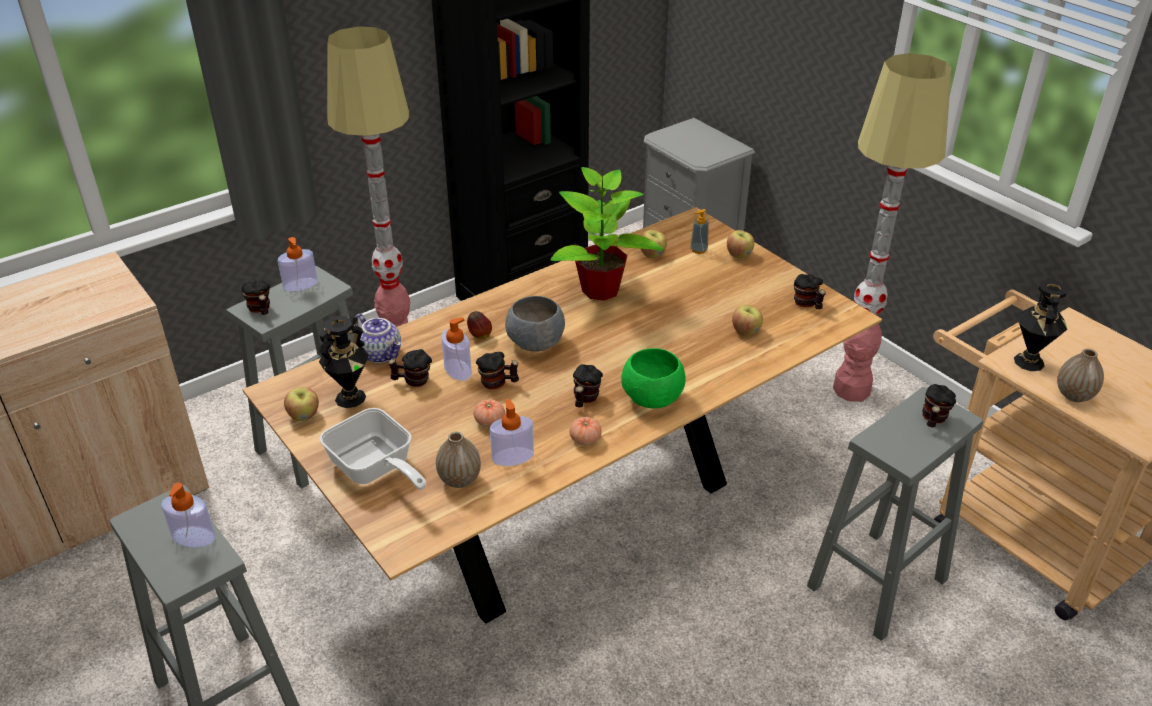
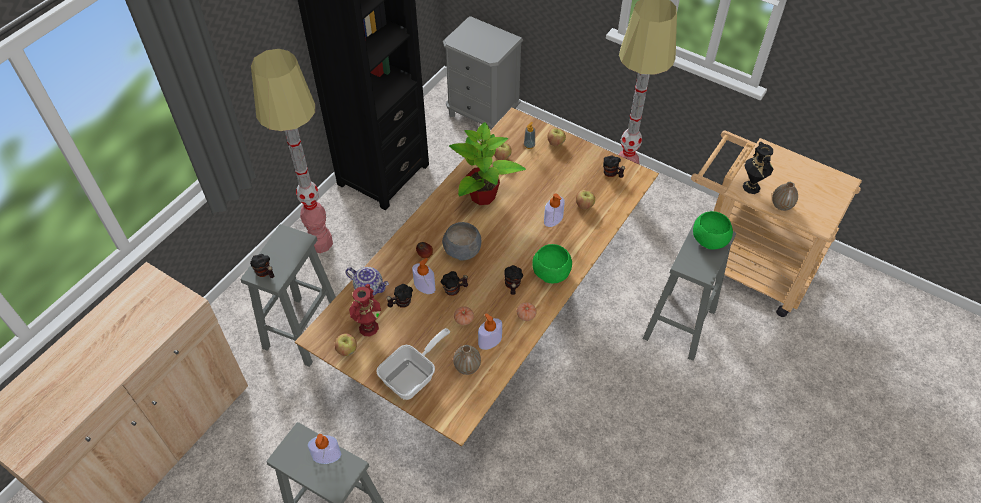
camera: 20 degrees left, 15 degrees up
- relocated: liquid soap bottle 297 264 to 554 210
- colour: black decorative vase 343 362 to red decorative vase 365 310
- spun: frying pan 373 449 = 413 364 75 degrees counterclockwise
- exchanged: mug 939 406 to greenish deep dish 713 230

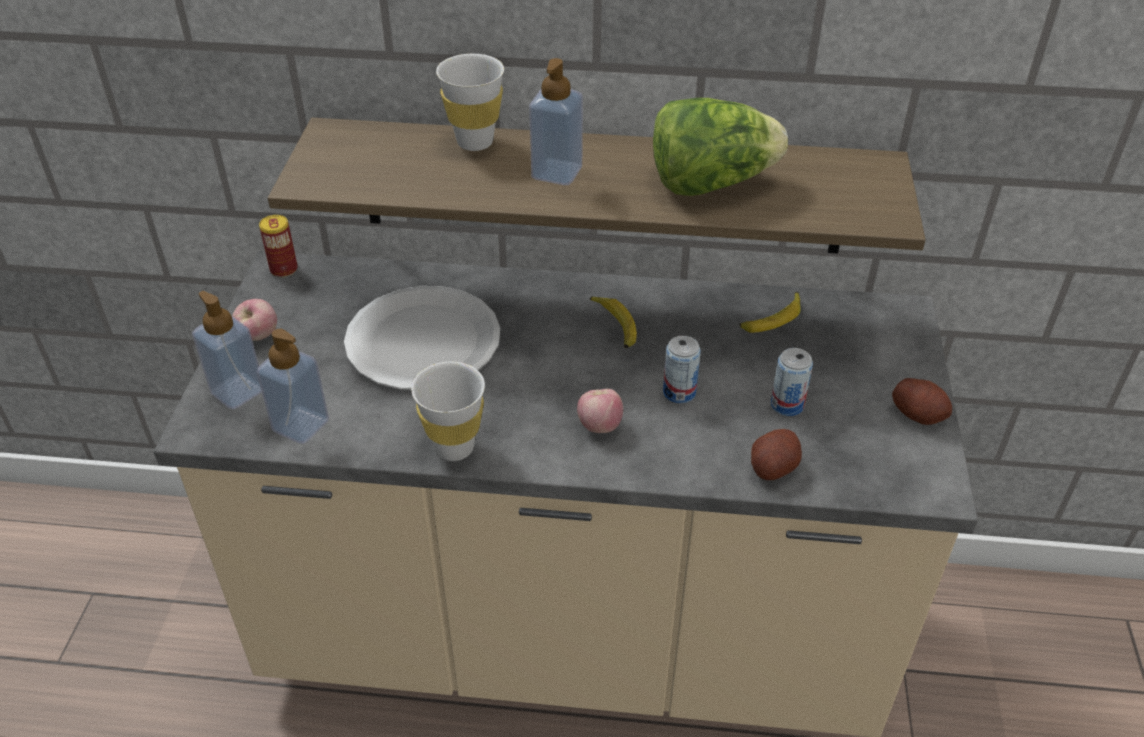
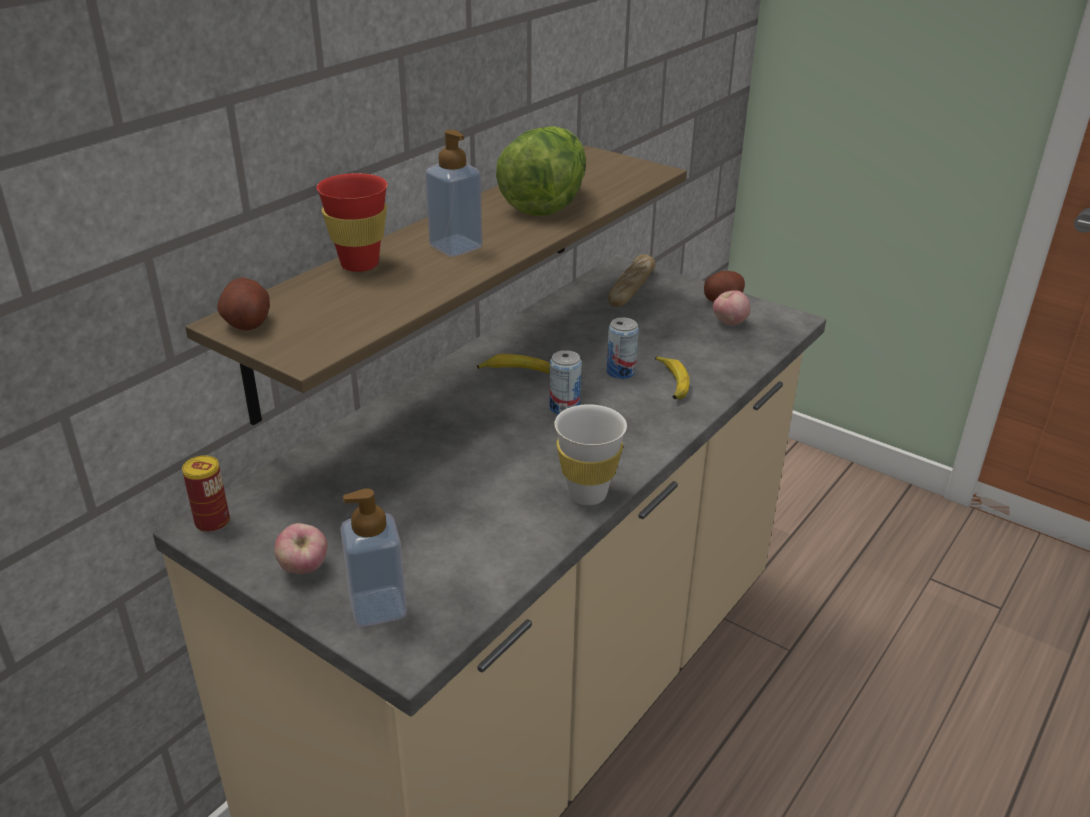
camera: 60 degrees left, 10 degrees down
- missing: liquid soap bottle 292 386
- missing: white-coloured plate 422 338
- colour: white-coloured small cup 470 102 to red small cup 352 222
- relocated: whole apple 600 411 to 731 308
- relocated: banana fruit 770 312 to 672 377
- relocated: whole potato 776 454 to 243 303
- relocated: can 792 382 to 565 382
- appeared: bread 631 280

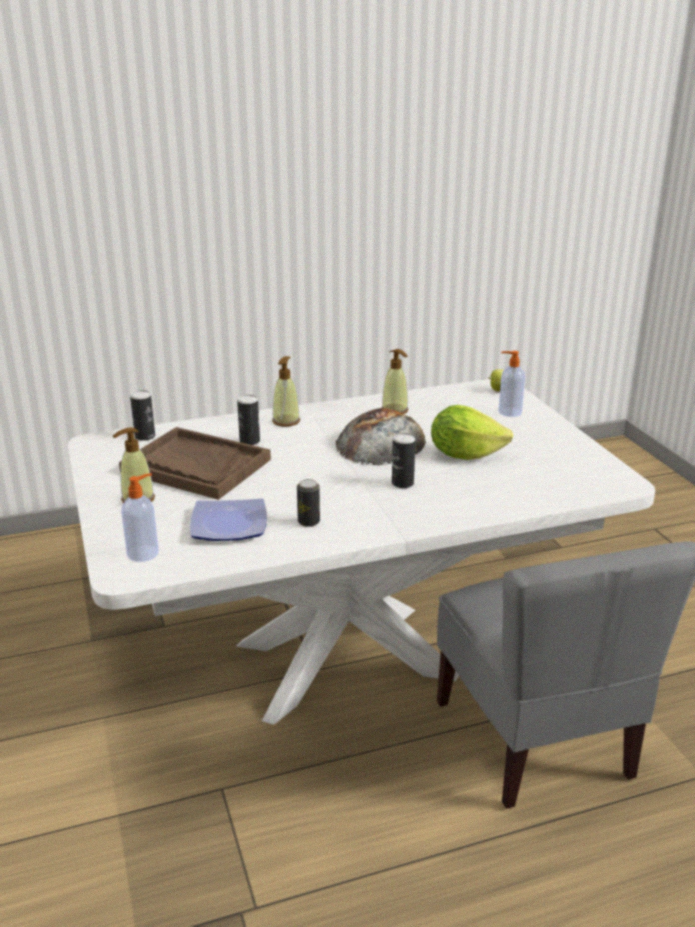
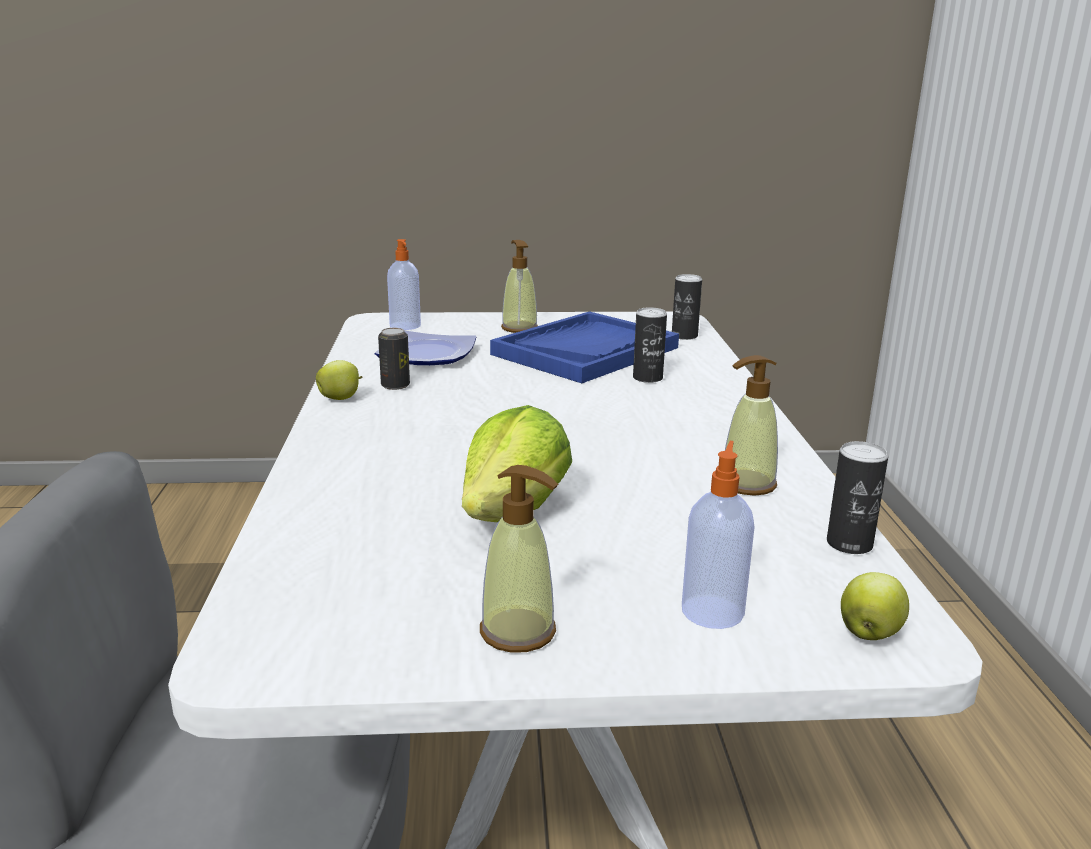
camera: 105 degrees right, 5 degrees down
- colour: brownish carrying tray 195 463 to blue carrying tray 584 347
- relocated: liquid soap bottle 286 391 to 519 559
- missing: bread 380 436
- relocated: can 404 460 to 857 497
- appeared: whole apple 339 380

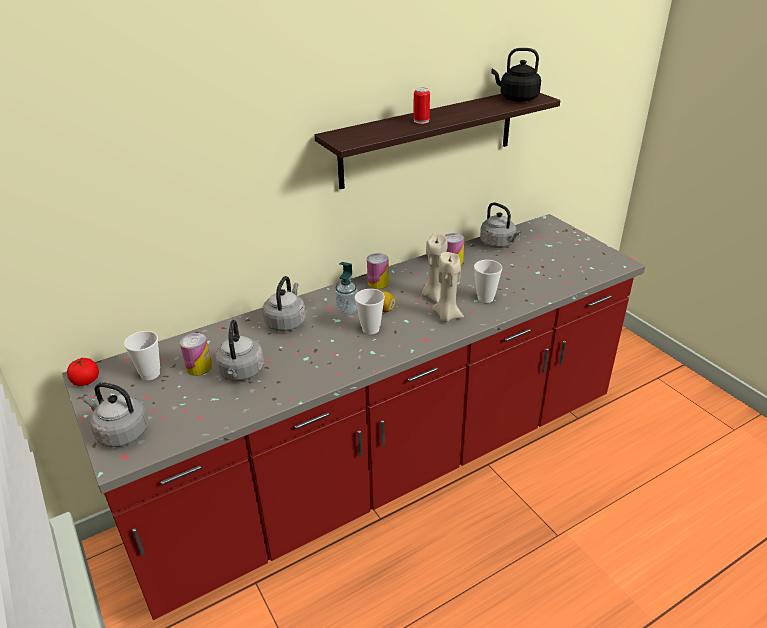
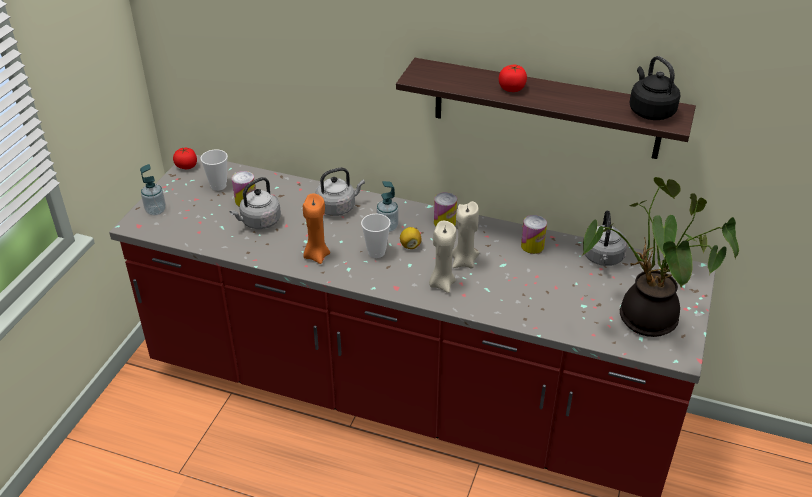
camera: 50 degrees right, 5 degrees up
- exchanged: gray kettle 115 414 to liquid soap bottle 153 190
- exchanged: can 421 105 to tomato 513 78
- missing: small cup 488 281
- appeared: orangey candle 316 229
- appeared: potted plant 660 257

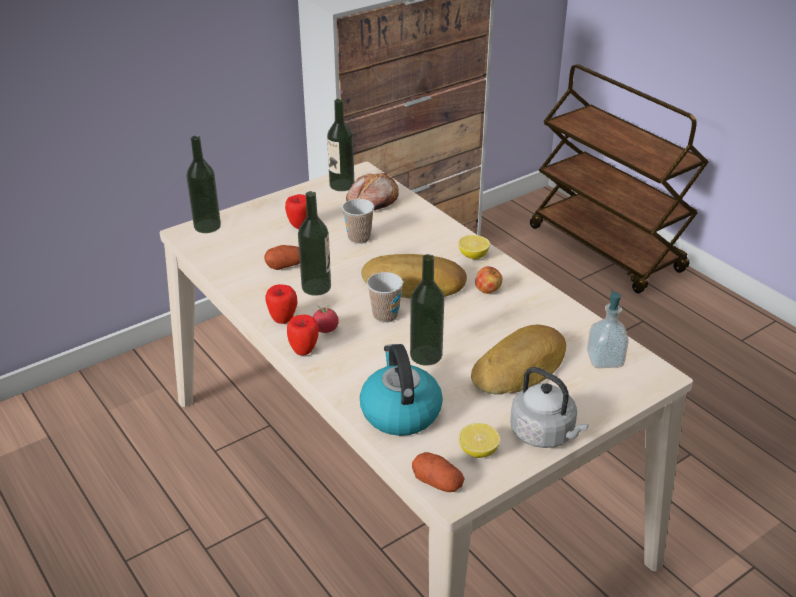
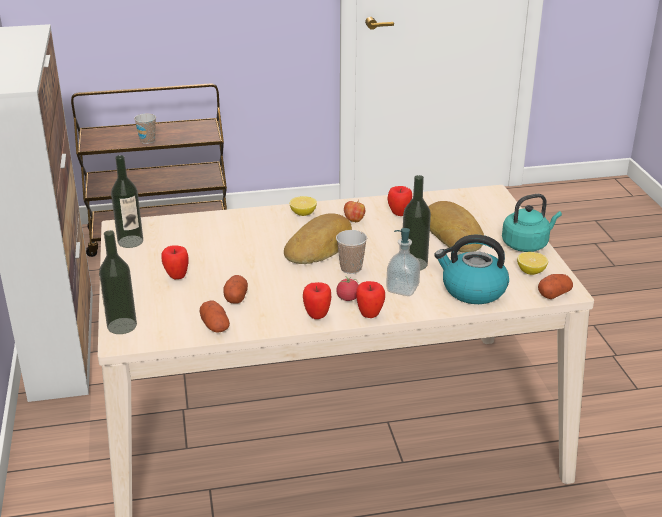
camera: 65 degrees left, 5 degrees down
- missing: drink bottle 314 243
- relocated: small cup 358 221 to 145 129
- missing: bread 372 191
- colour: gray kettle 549 407 to blue-green kettle 532 223
- relocated: liquid soap bottle 608 329 to 403 262
- appeared: whole potato 215 317
- appeared: whole apple 400 201

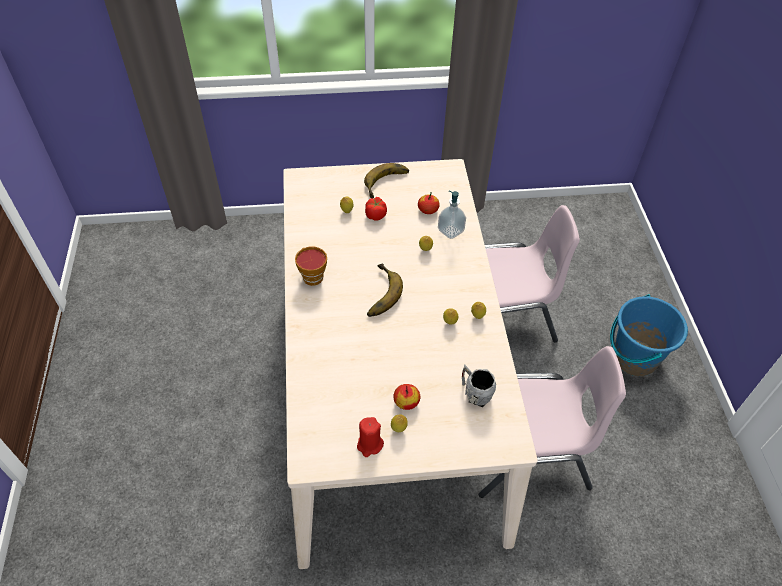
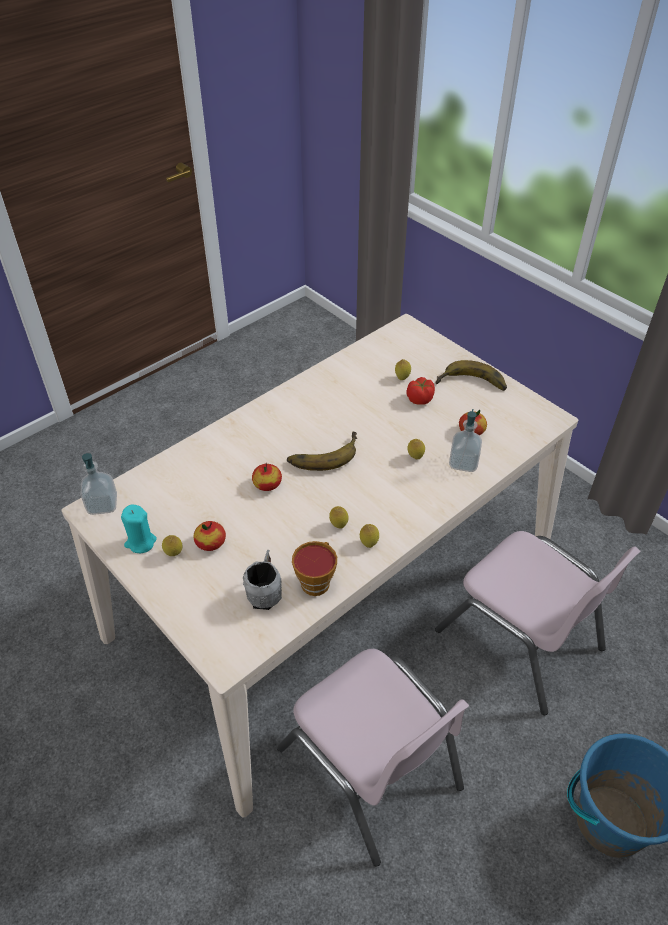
camera: 55 degrees right, 5 degrees down
- relocated: small cup 311 266 to 314 568
- colour: red candle 370 437 to blue-green candle 139 528
- appeared: liquid soap bottle 98 484
- appeared: whole apple 267 477

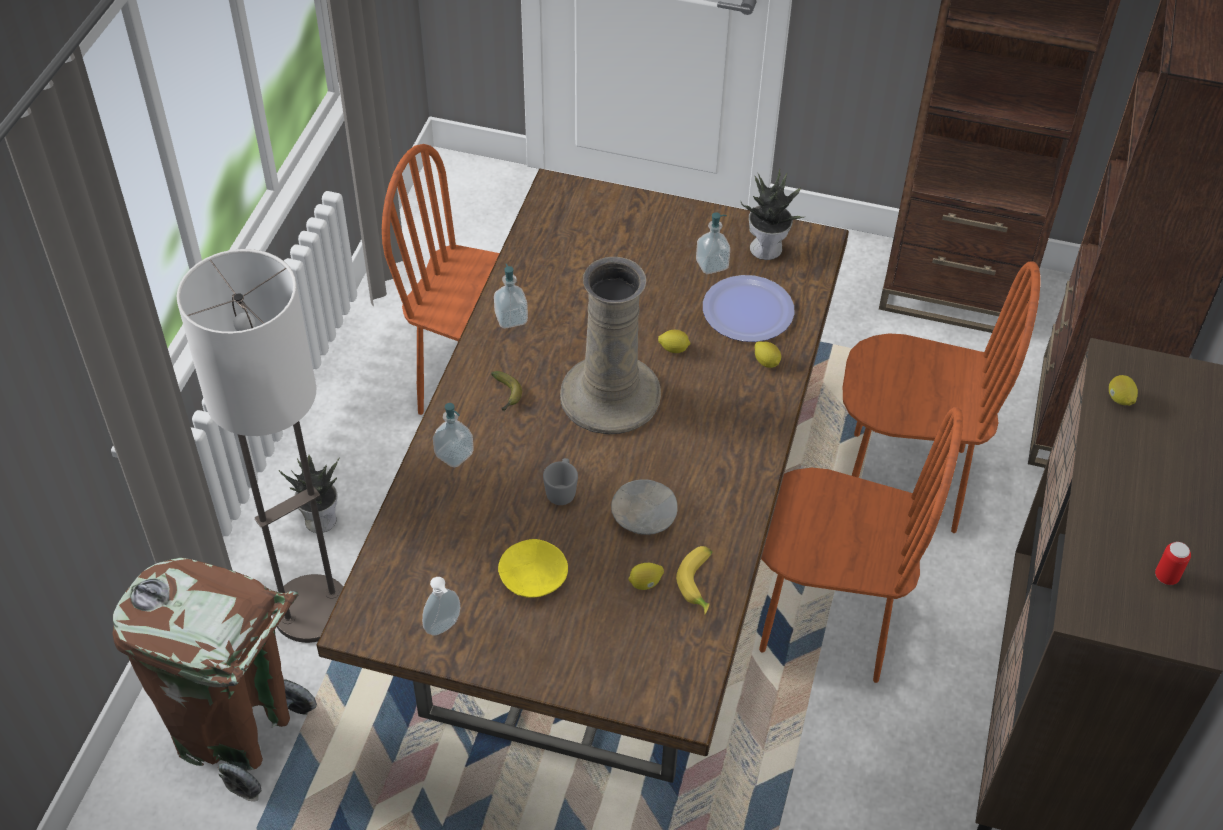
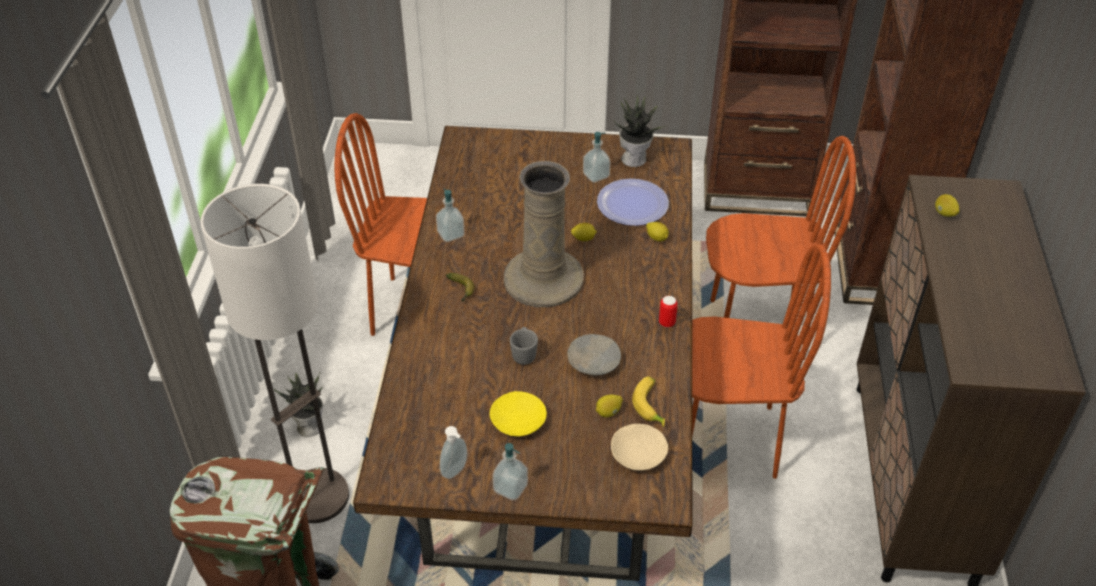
camera: 10 degrees left, 5 degrees down
- relocated: liquid soap bottle 453 435 to 510 471
- relocated: can 1173 563 to 668 311
- appeared: beige deep dish 639 447

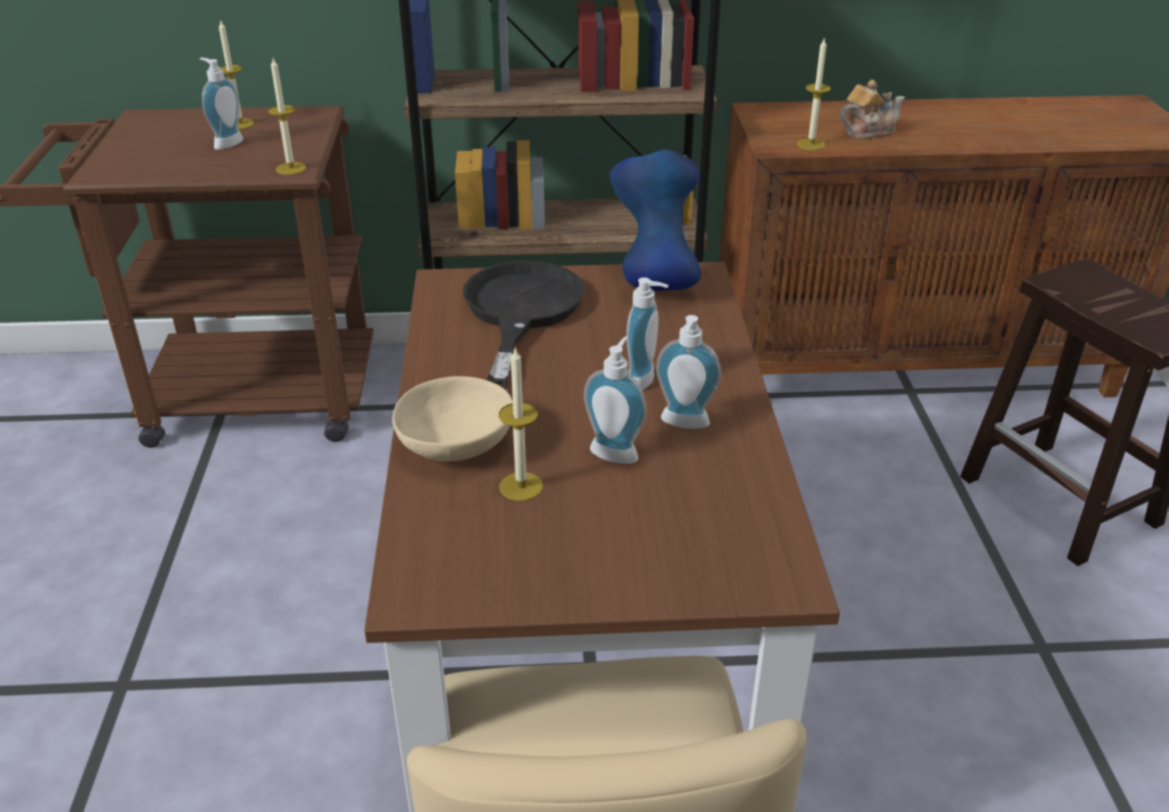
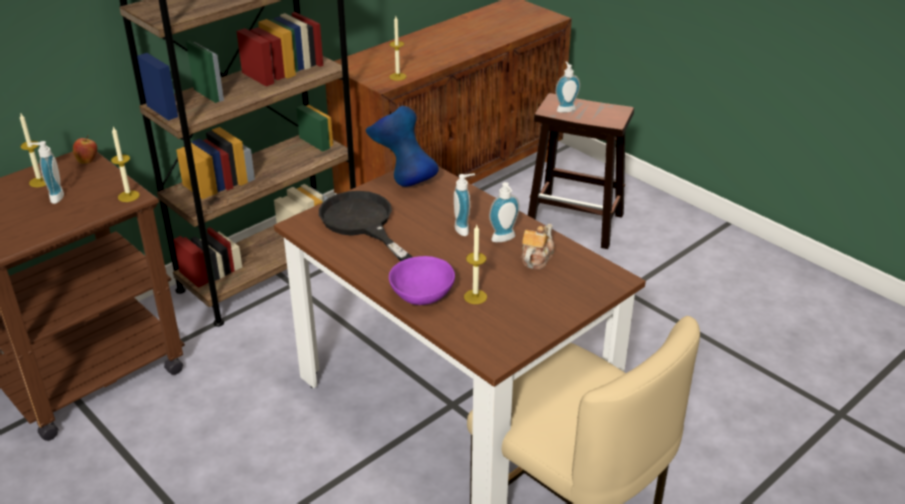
camera: 40 degrees left, 0 degrees up
- colour: beige deep dish 452 419 to purple-coloured deep dish 422 280
- relocated: liquid soap bottle 615 400 to 567 87
- relocated: tea pot 872 109 to 537 247
- appeared: whole apple 85 149

